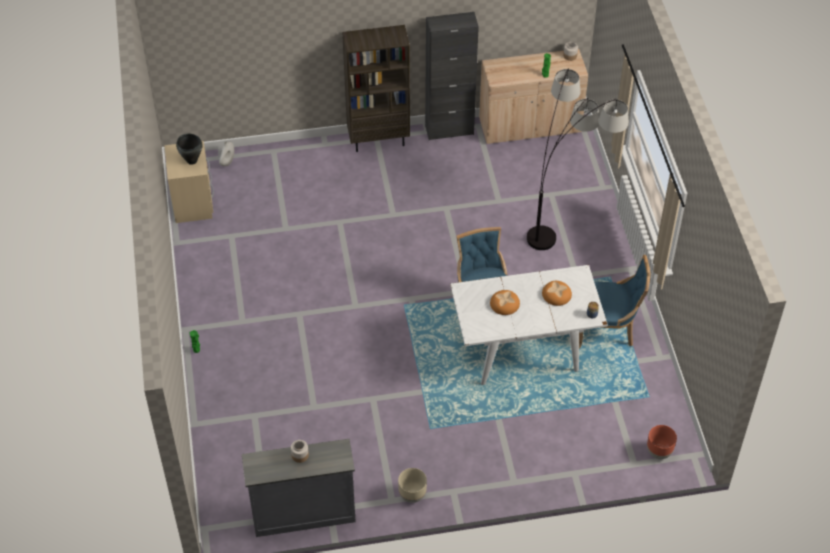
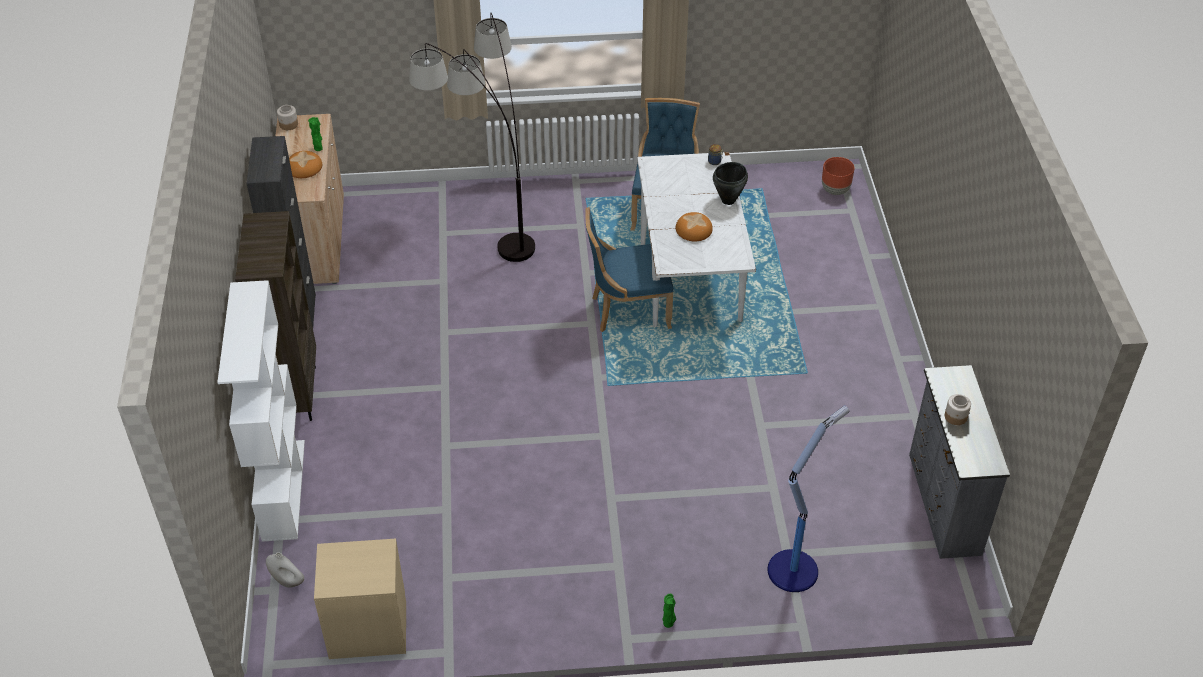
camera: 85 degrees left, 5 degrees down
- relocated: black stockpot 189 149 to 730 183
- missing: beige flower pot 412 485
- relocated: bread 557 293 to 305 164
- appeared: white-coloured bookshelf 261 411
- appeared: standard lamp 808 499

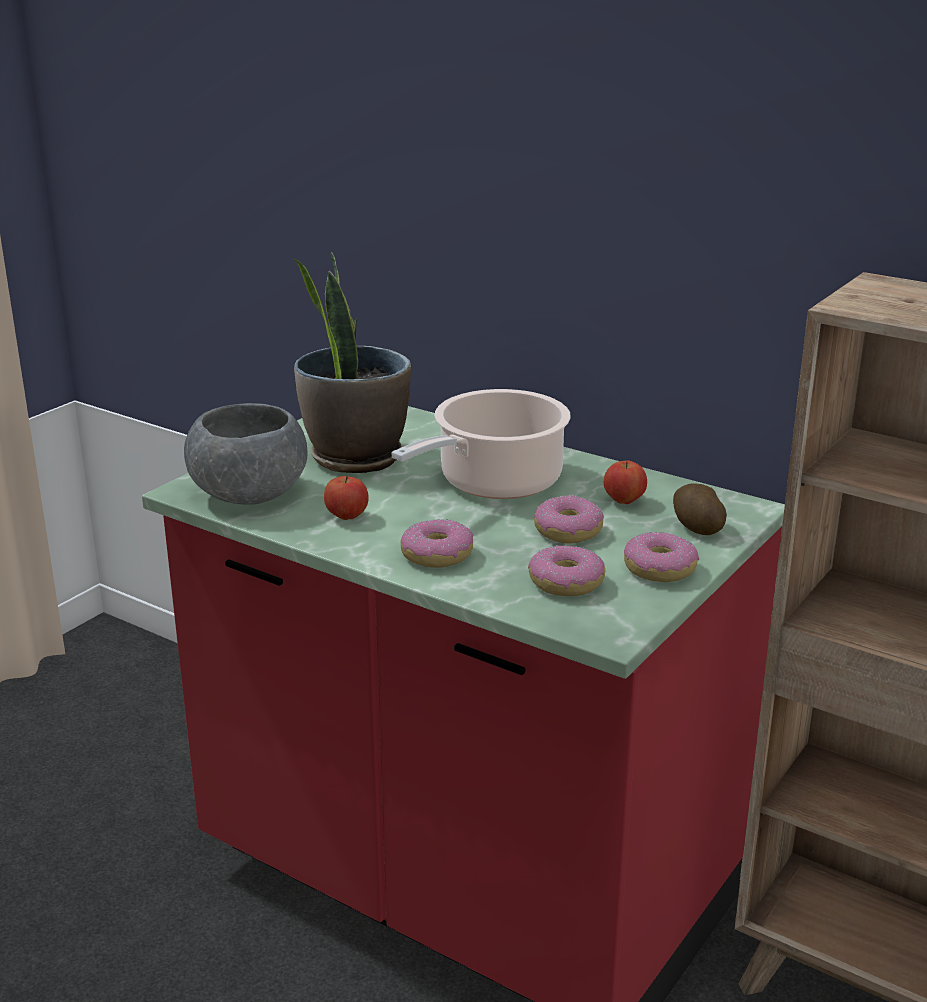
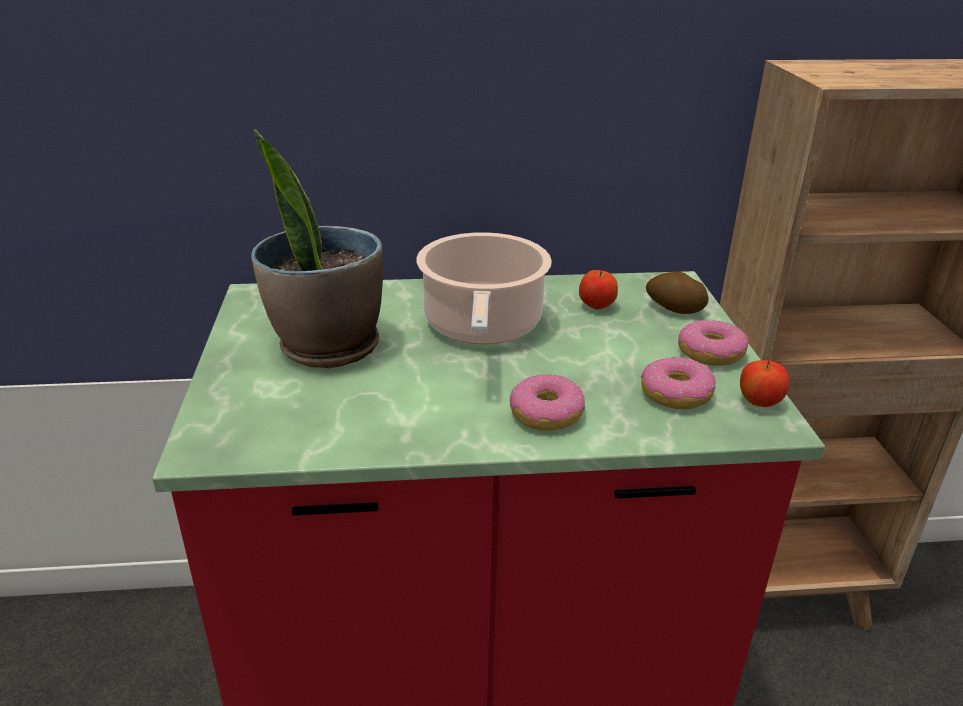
camera: 40 degrees left, 5 degrees up
- missing: gray deep dish 246 454
- relocated: whole apple 346 498 to 764 383
- missing: ring doughnut 569 519

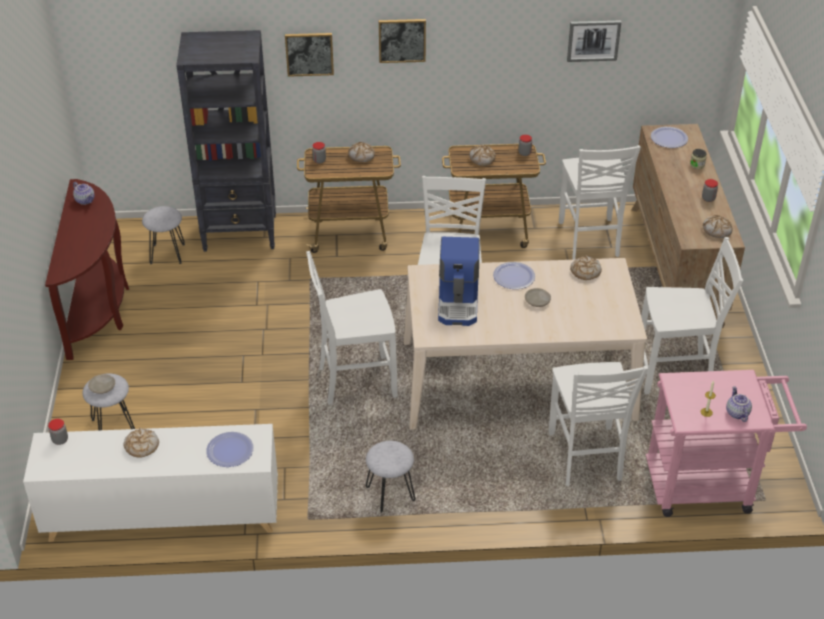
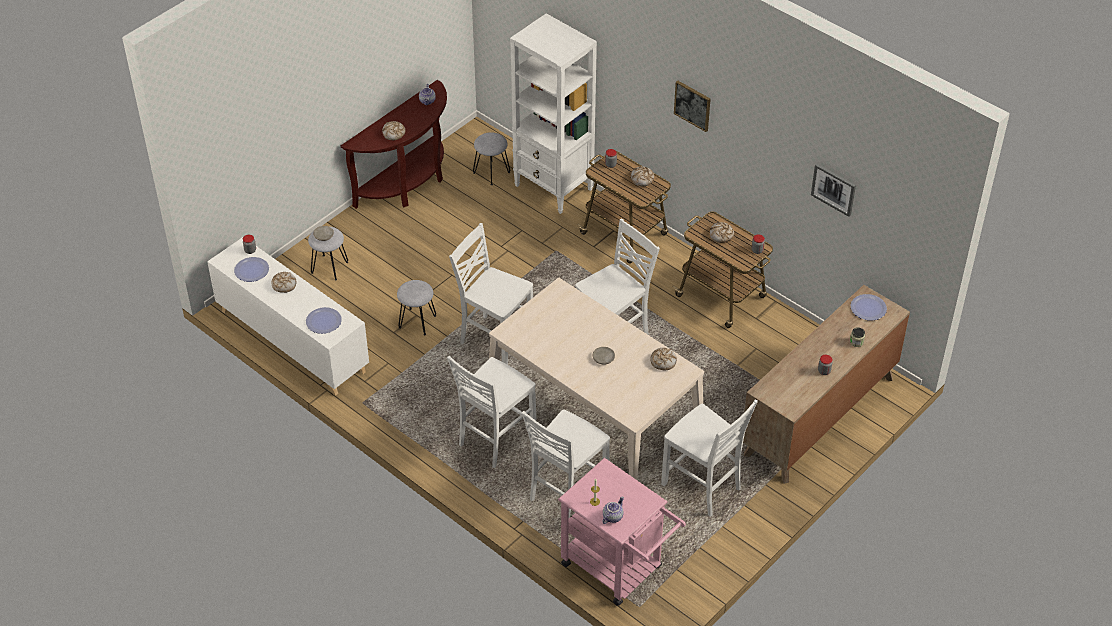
camera: 45 degrees right, 5 degrees up
- colour: black bookshelf 226 141 to white-coloured bookshelf 553 113
- missing: wall picture 309 55
- relocated: gray stool seat 391 477 to 416 307
- missing: coffee machine 459 281
- relocated: plate 514 275 to 251 269
- relocated: white-coloured chair 600 202 to 492 412
- relocated: bread 718 226 to 394 130

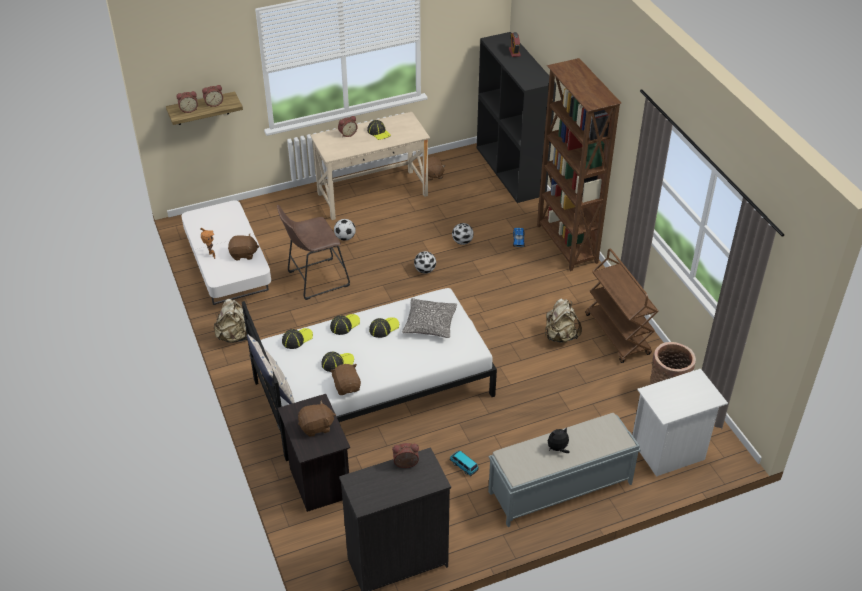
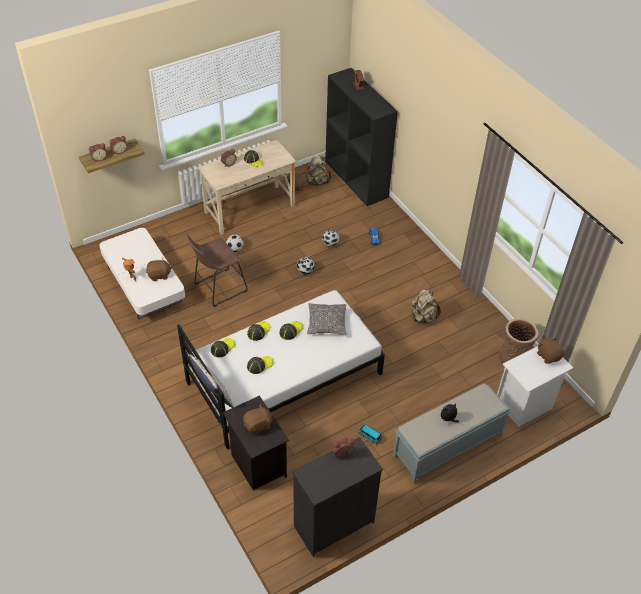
camera: 10 degrees left, 5 degrees up
- relocated: beige rucksack 231 321 to 318 170
- relocated: brownish plush toy 345 379 to 550 350
- missing: brownish bookshelf 579 164
- missing: brownish trolley 621 306

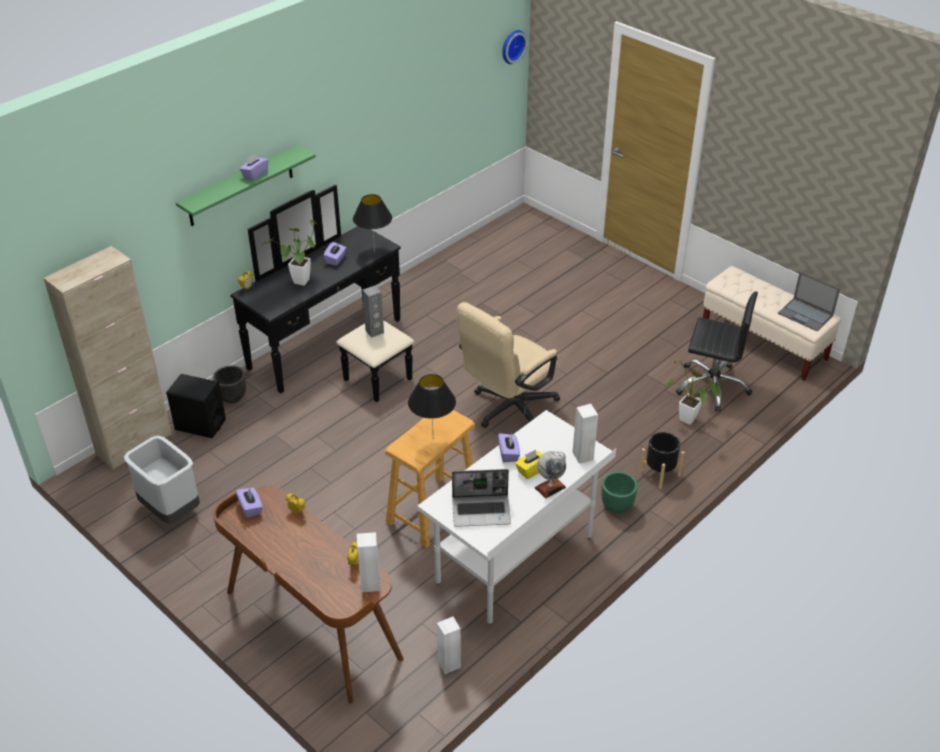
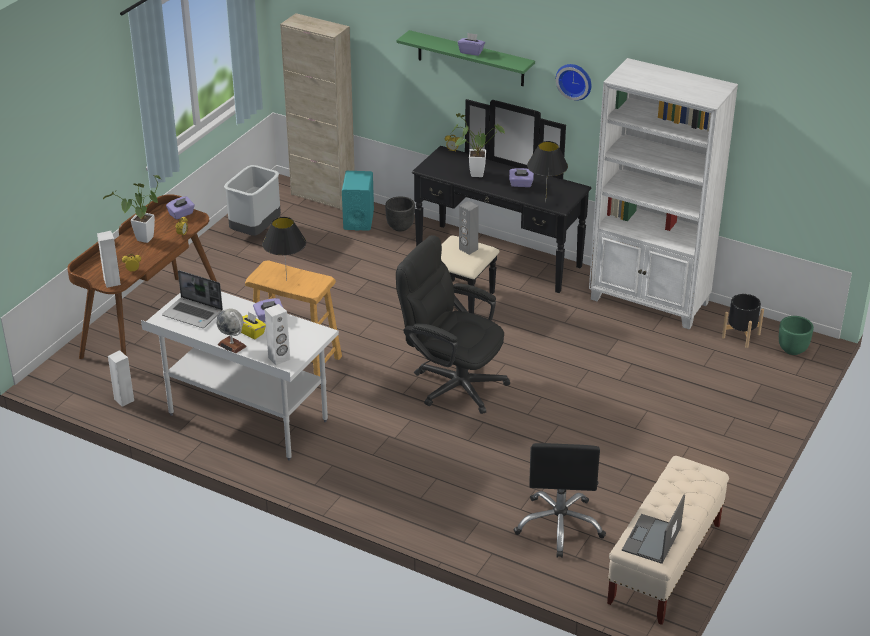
camera: 75 degrees right, 5 degrees down
- colour: black speaker 196 406 to blue-green speaker 358 201
- spun: laptop 481 498 = 192 299 45 degrees counterclockwise
- colour: beige desk chair 508 365 to black desk chair 453 324
- relocated: wall clock 514 47 to 574 82
- relocated: greenish flower pot 620 493 to 796 335
- relocated: black flower pot 662 460 to 743 321
- relocated: potted plant 693 393 to 132 209
- appeared: white-coloured bookshelf 663 194

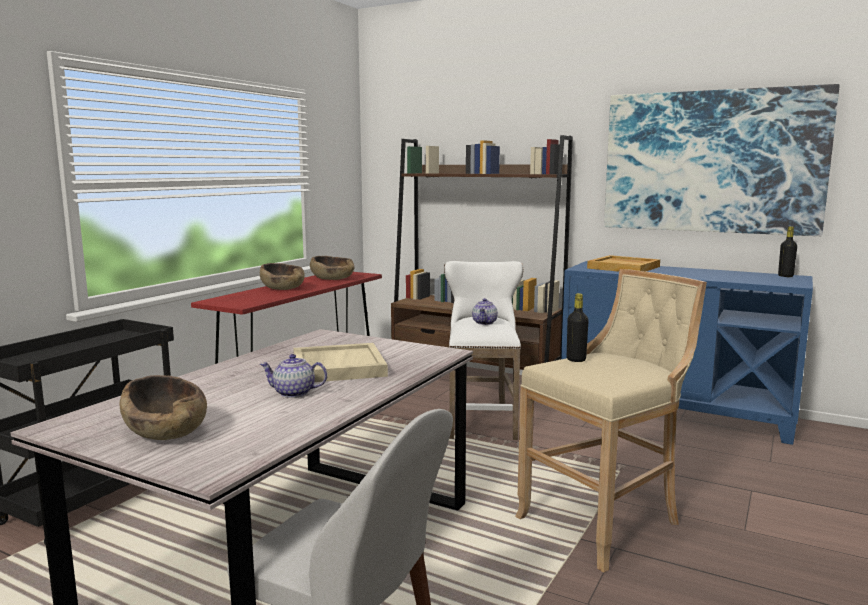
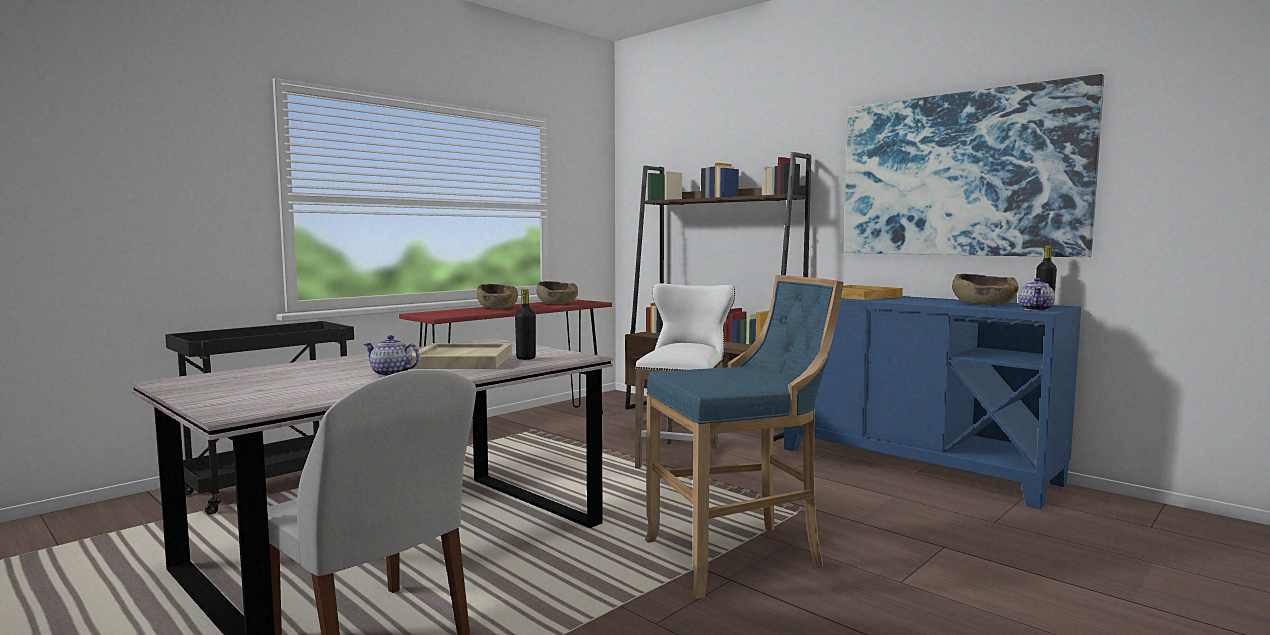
camera: 15 degrees right, 5 degrees down
- relocated: brownish deep dish 163 407 to 985 289
- relocated: tea pot 485 311 to 1036 294
- colour: beige stool seat 611 421 to blue stool seat 744 437
- relocated: black drink bottle 578 327 to 525 324

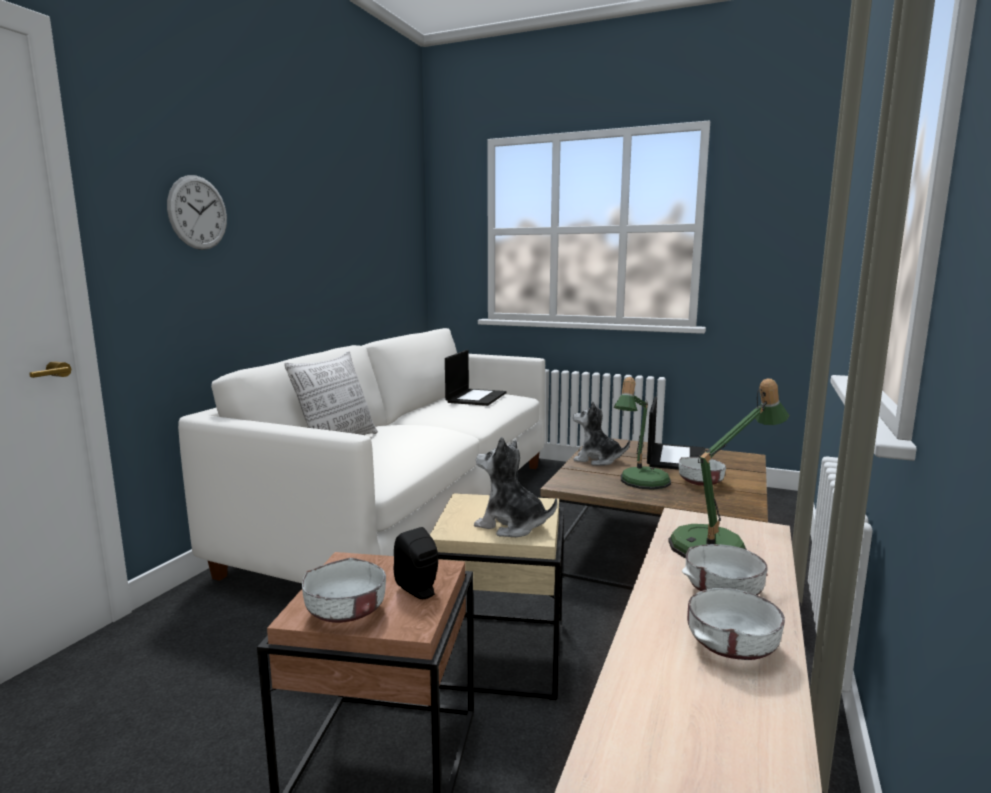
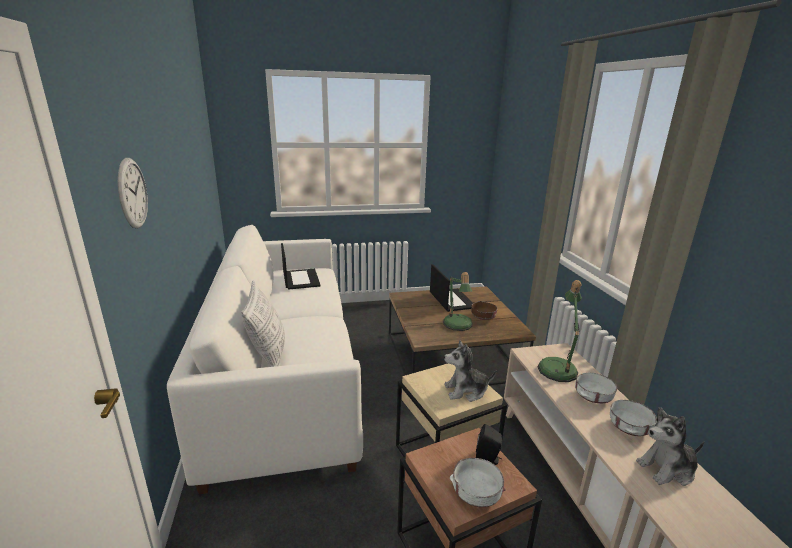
camera: 35 degrees left, 10 degrees up
- relocated: plush toy 601 433 to 670 446
- colour: white-coloured deep dish 702 471 to brownish deep dish 484 310

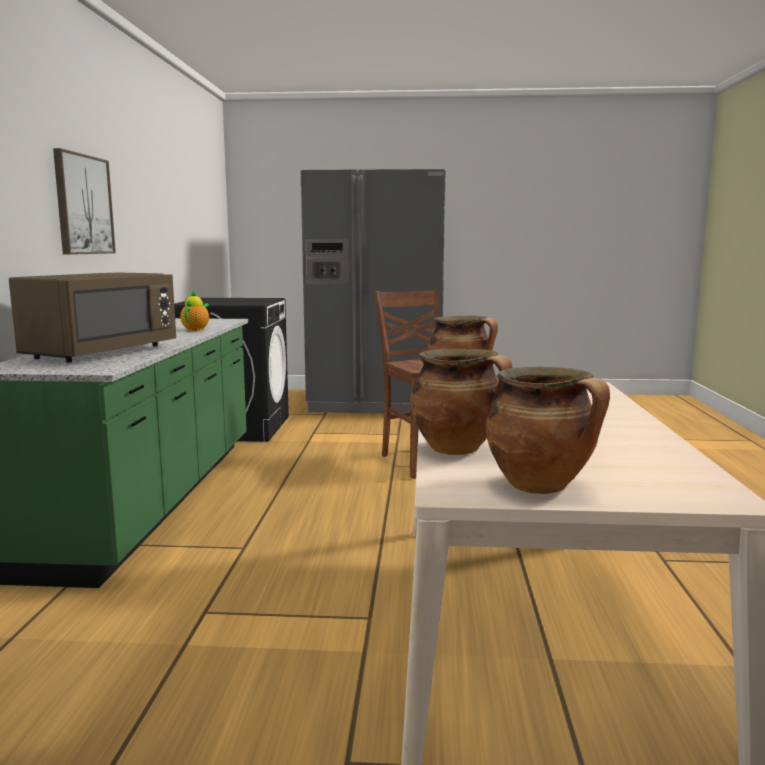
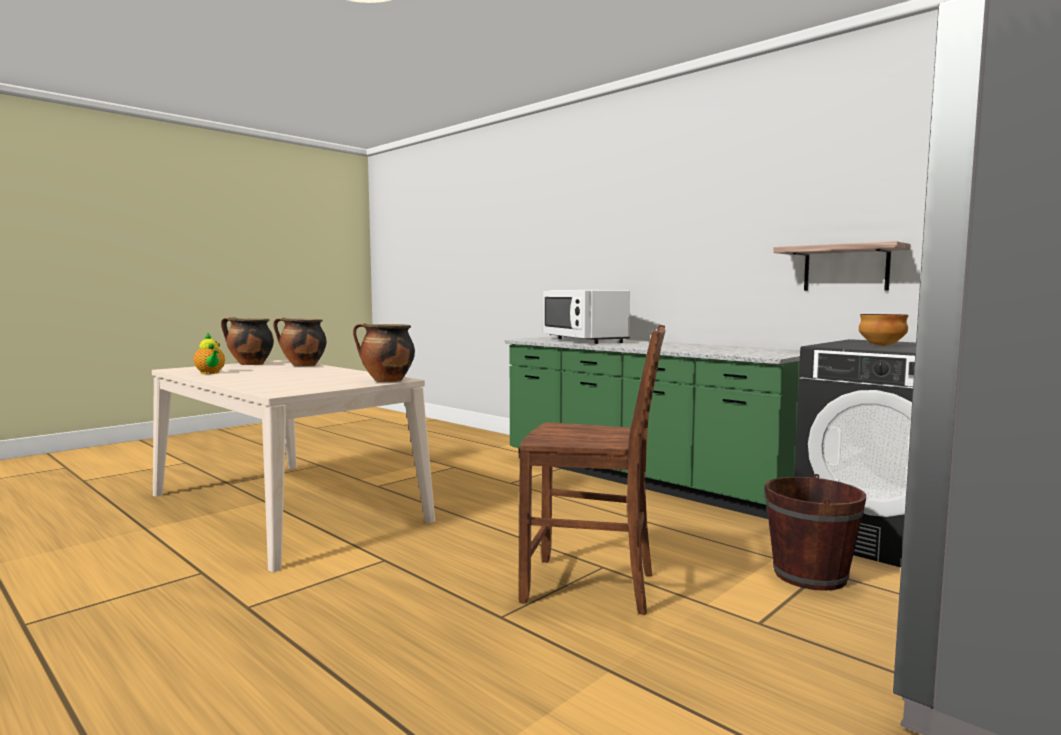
camera: 130 degrees right, 5 degrees down
- colour: brownish microwave oven 92 317 to white-coloured microwave oven 586 317
- missing: wall picture 84 201
- relocated: tea pot 194 310 to 209 353
- appeared: brownish pail 815 532
- appeared: shelf 842 265
- appeared: deep dish 883 330

